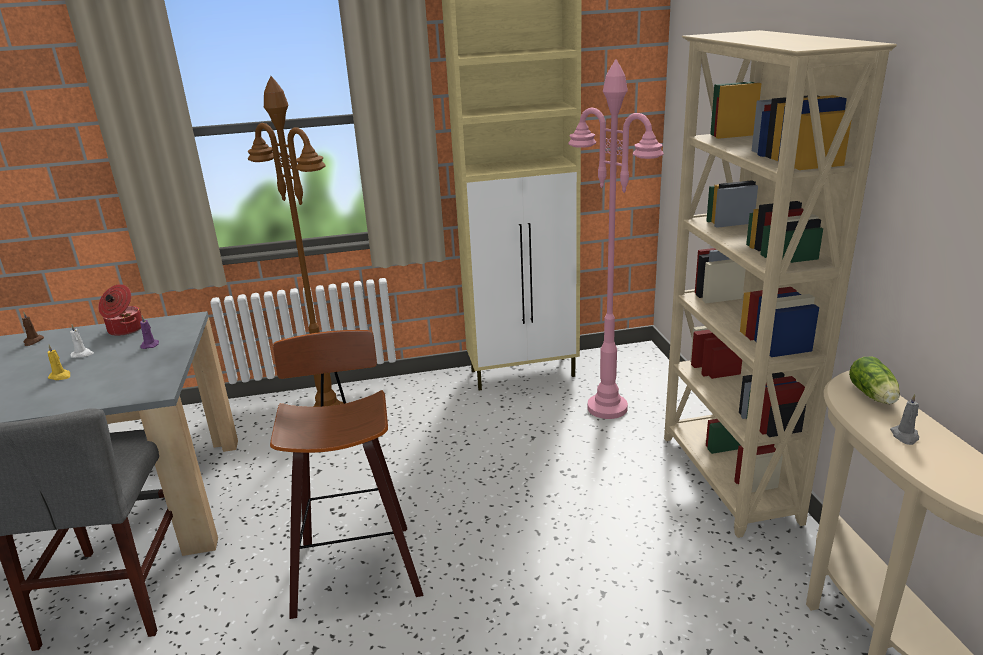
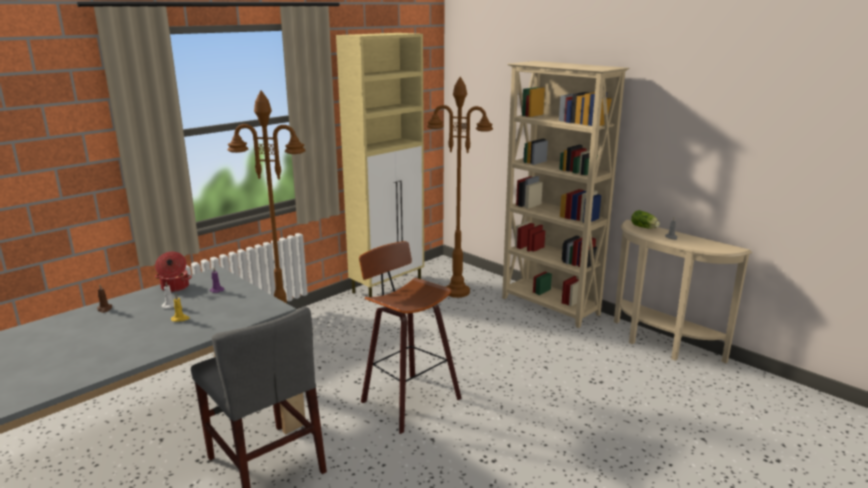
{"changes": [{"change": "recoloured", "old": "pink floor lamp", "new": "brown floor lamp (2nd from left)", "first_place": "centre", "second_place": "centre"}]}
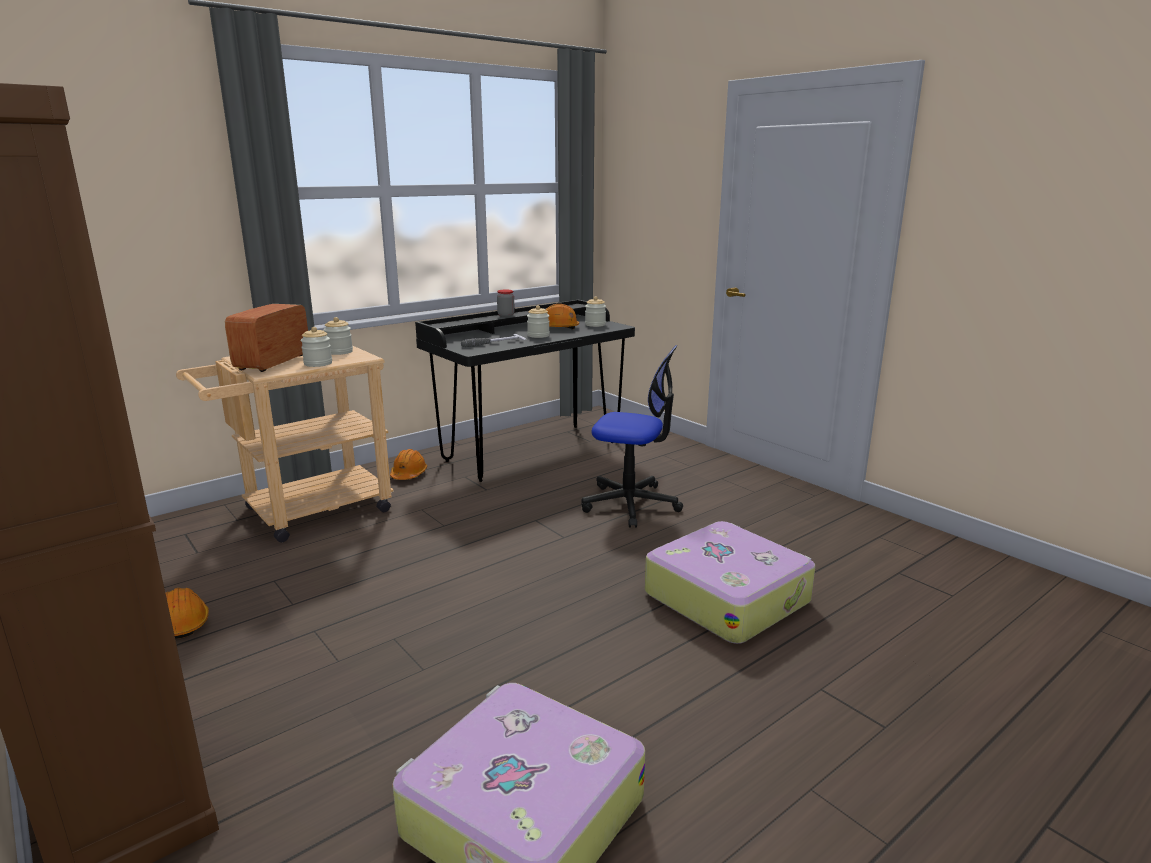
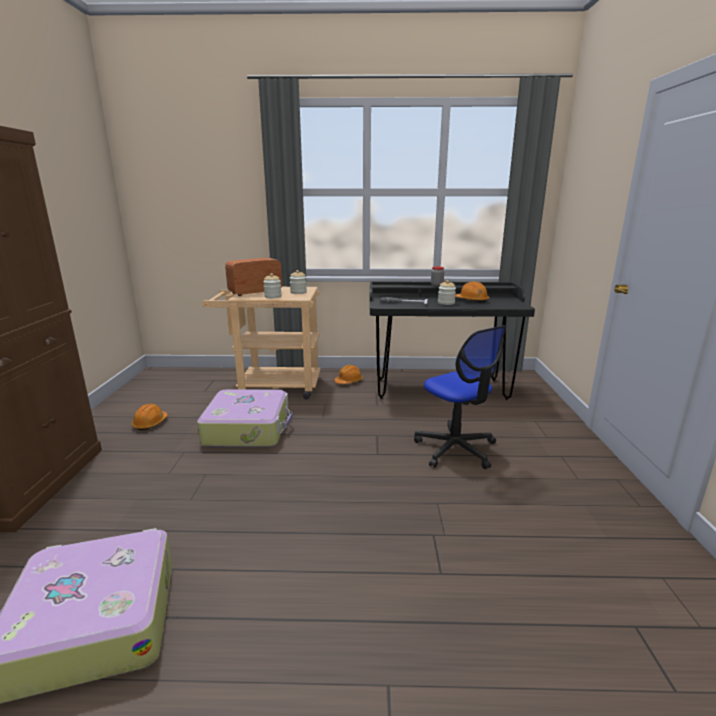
{"changes": [{"change": "removed", "old": "jar (5th from left)", "first_place": "centre"}, {"change": "moved", "old": "suitcase (2nd from left)", "first_place": "bottom centre", "second_place": "centre"}]}
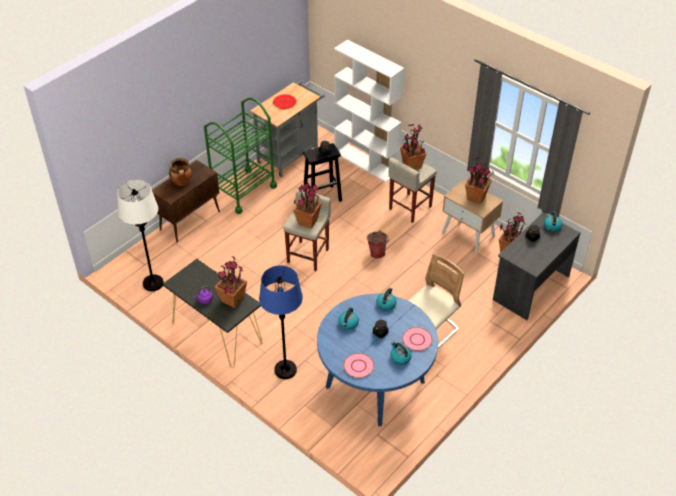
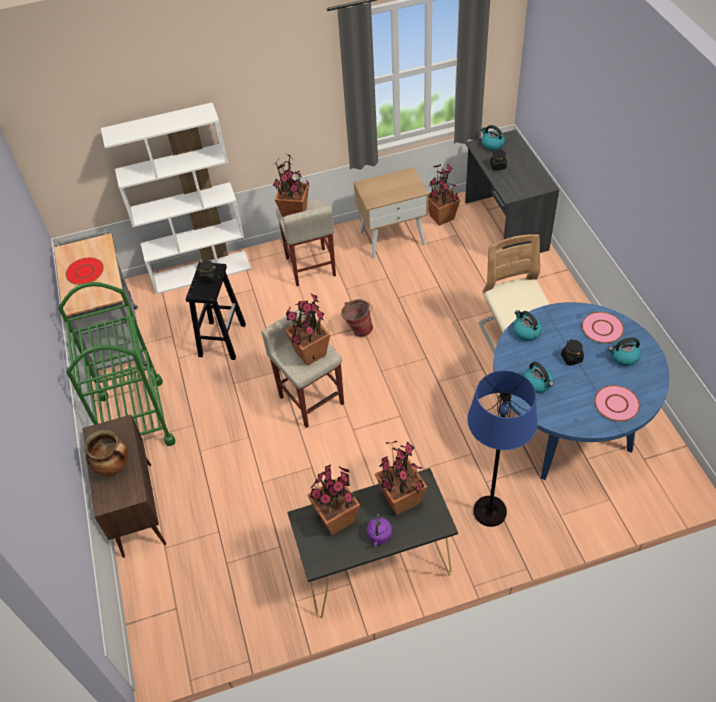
{"changes": [{"change": "moved", "old": "potted plant (4th from left in the first image)", "new": "potted plant (3rd from left)", "first_place": "middle right", "second_place": "bottom centre"}, {"change": "removed", "old": "white floor lamp", "first_place": "middle left"}]}
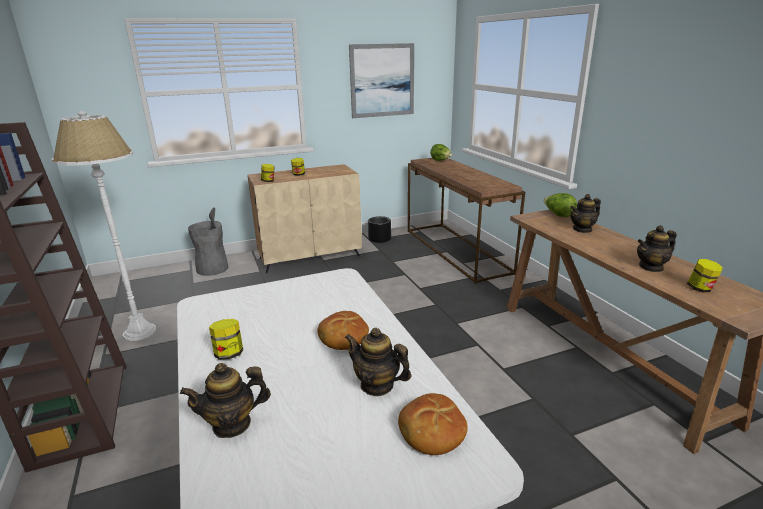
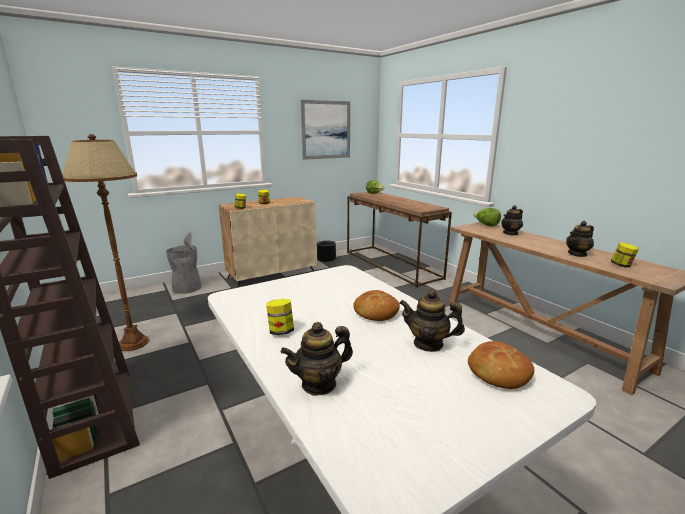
{"changes": [{"change": "recoloured", "old": "white floor lamp", "new": "brown floor lamp", "first_place": "middle left", "second_place": "middle left"}]}
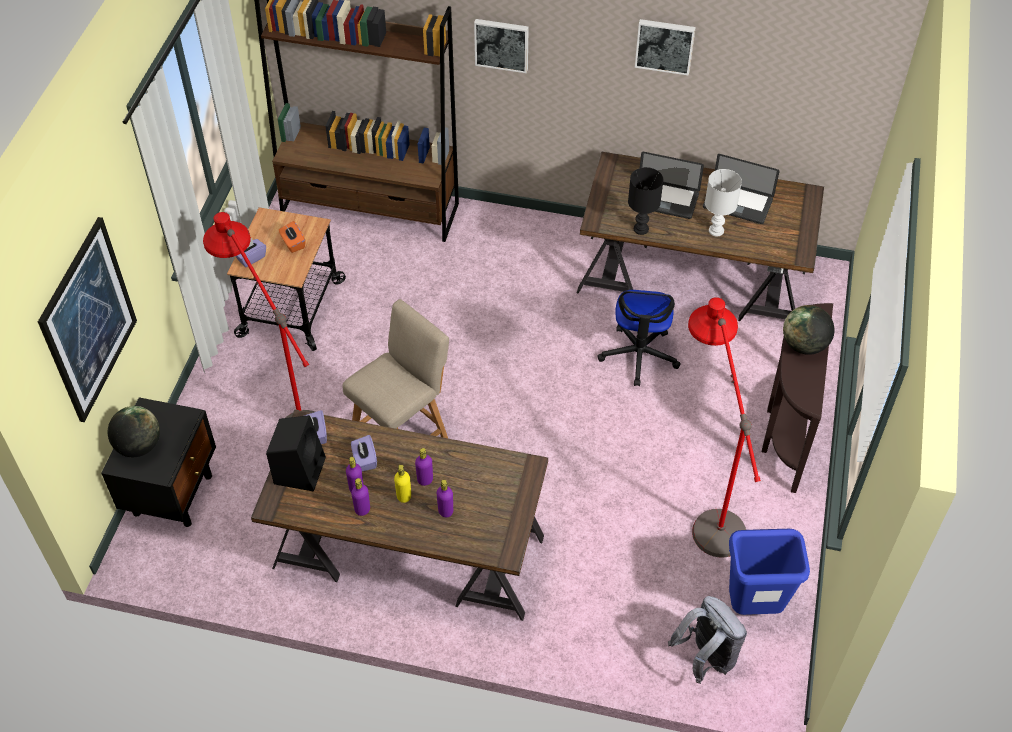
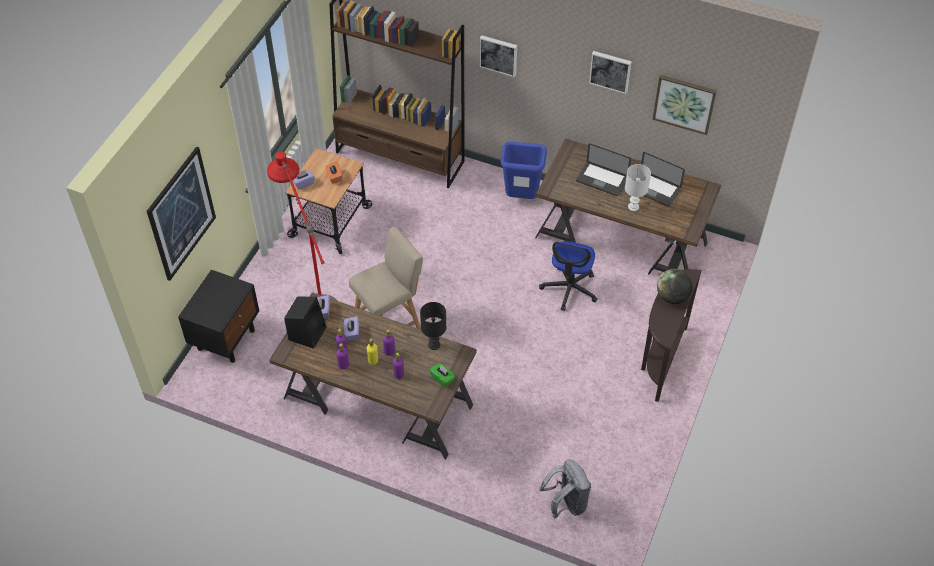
{"changes": [{"change": "moved", "old": "black table lamp", "first_place": "top centre", "second_place": "centre"}, {"change": "removed", "old": "red floor lamp (2nd from left)", "first_place": "middle right"}, {"change": "removed", "old": "globe (1st from left)", "first_place": "middle left"}, {"change": "moved", "old": "blue trash can", "first_place": "bottom right", "second_place": "top centre"}, {"change": "added", "new": "picture (4th from left)", "second_place": "top right"}, {"change": "added", "new": "green tissue box", "second_place": "centre"}]}
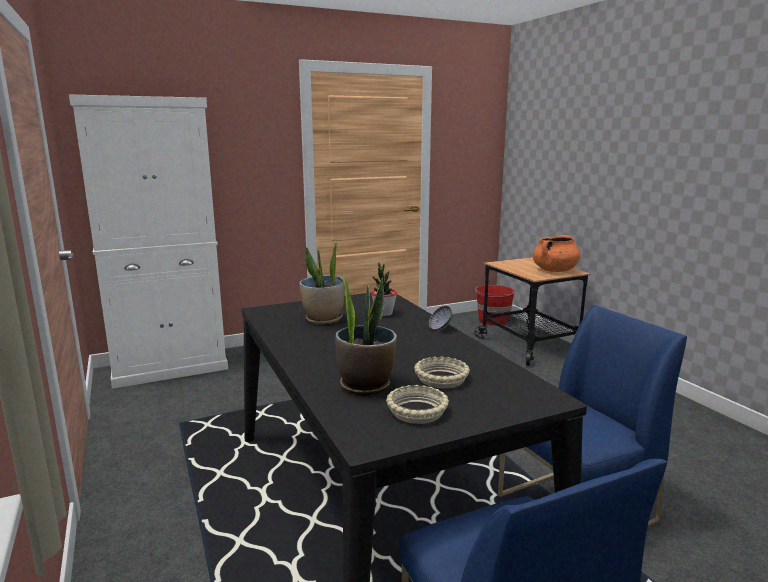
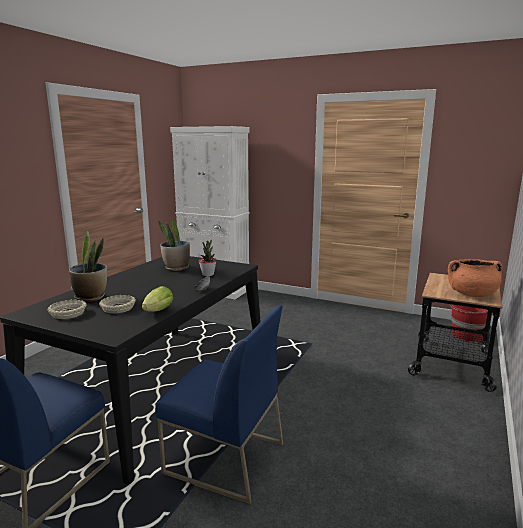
{"changes": [{"change": "added", "new": "lettuce", "second_place": "middle left"}]}
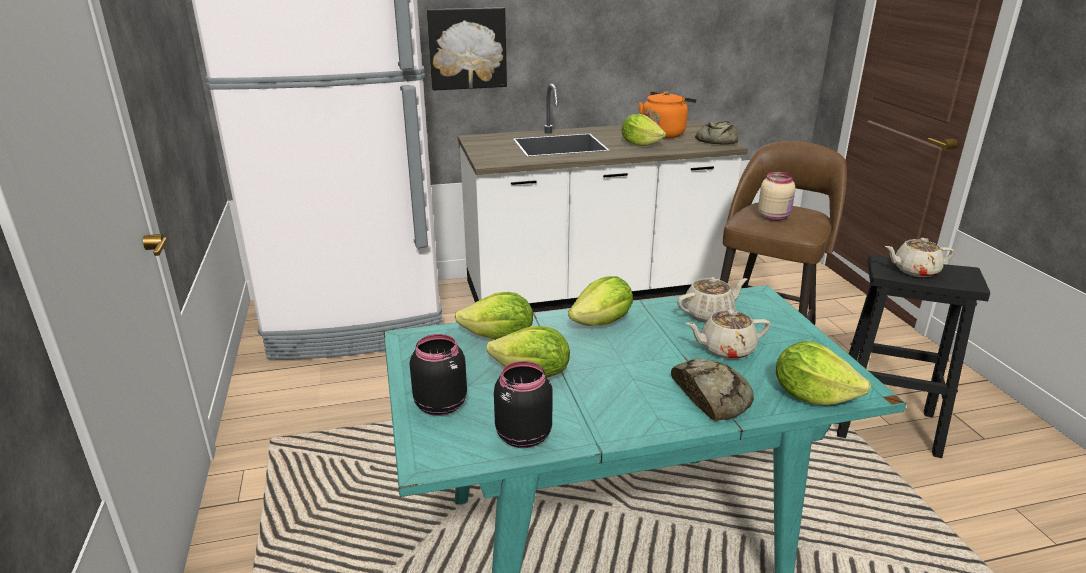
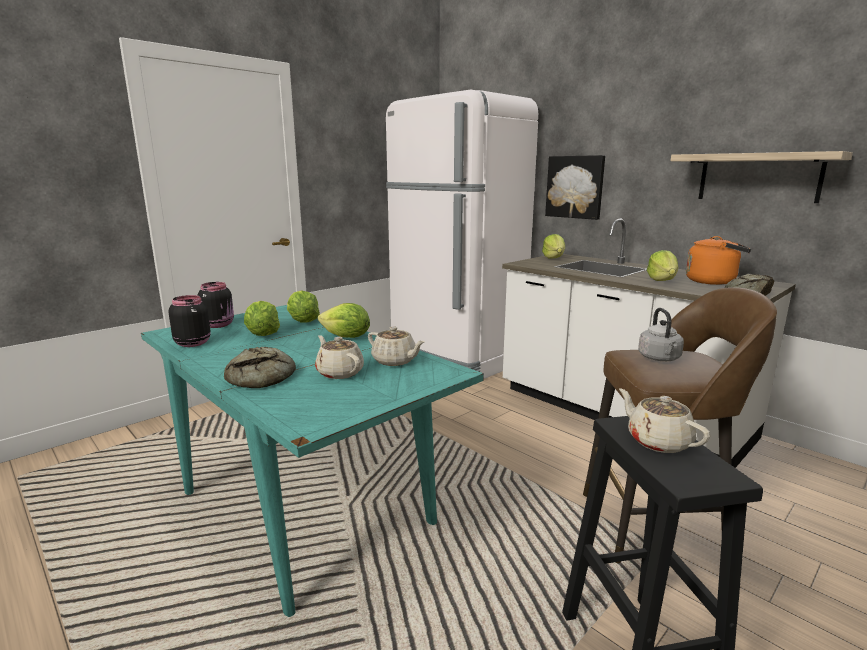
{"changes": [{"change": "replaced", "old": "beige jar", "new": "grey kettle", "first_place": "middle right", "second_place": "middle right"}, {"change": "moved", "old": "lettuce (5th from left in the first image)", "new": "lettuce (4th from left)", "first_place": "middle right", "second_place": "centre"}, {"change": "added", "new": "shelf", "second_place": "top right"}]}
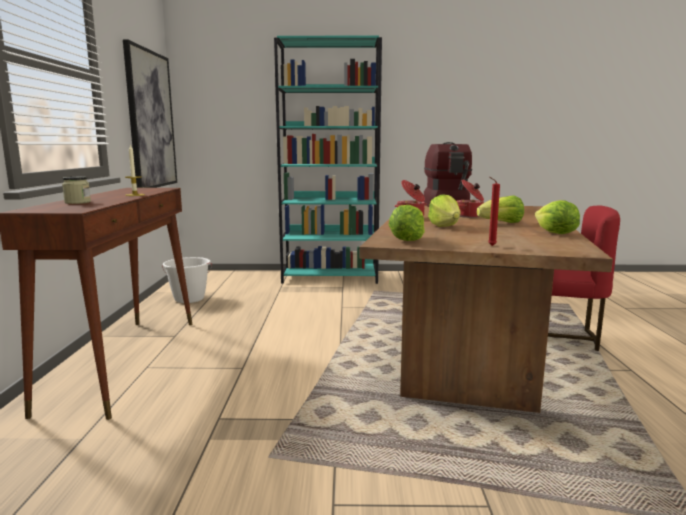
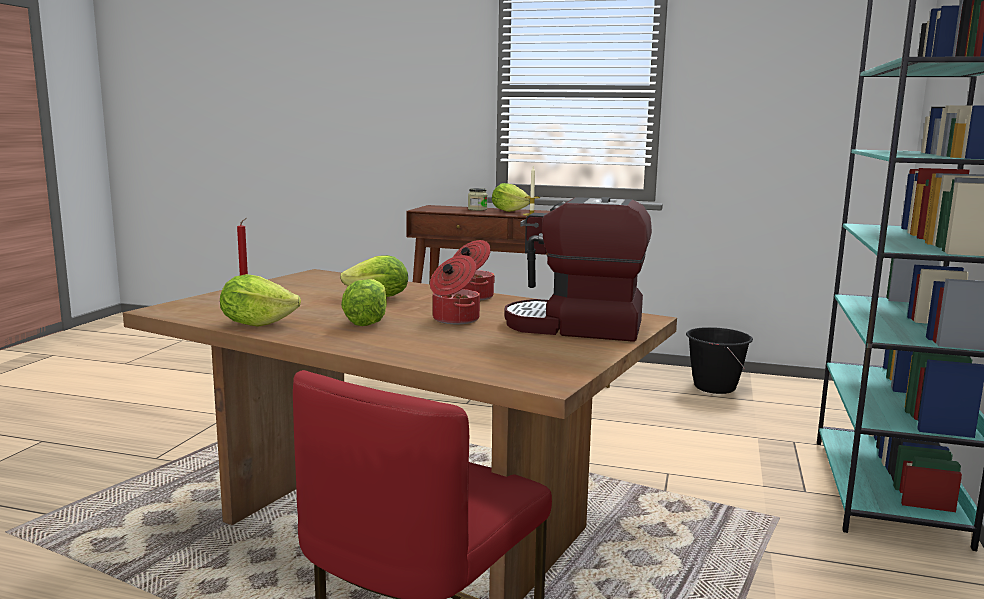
{"changes": [{"change": "removed", "old": "picture", "first_place": "top left"}, {"change": "moved", "old": "lettuce (1st from left in the first image)", "new": "lettuce (4th from left)", "first_place": "centre", "second_place": "top centre"}, {"change": "recoloured", "old": "white bucket", "new": "black bucket", "first_place": "middle left", "second_place": "middle right"}]}
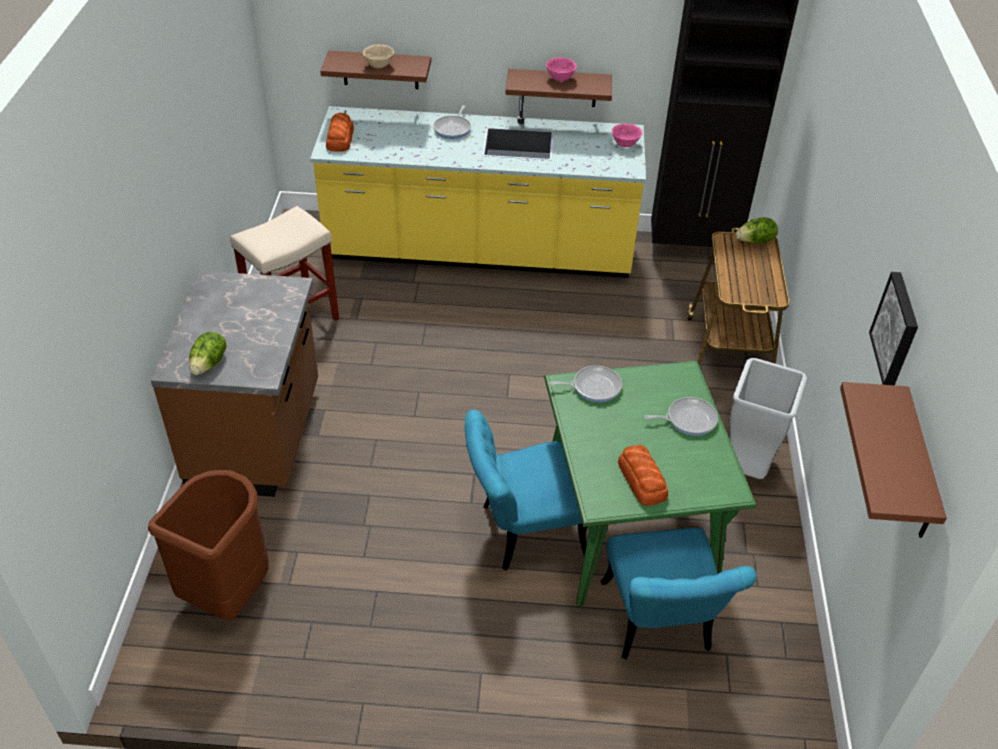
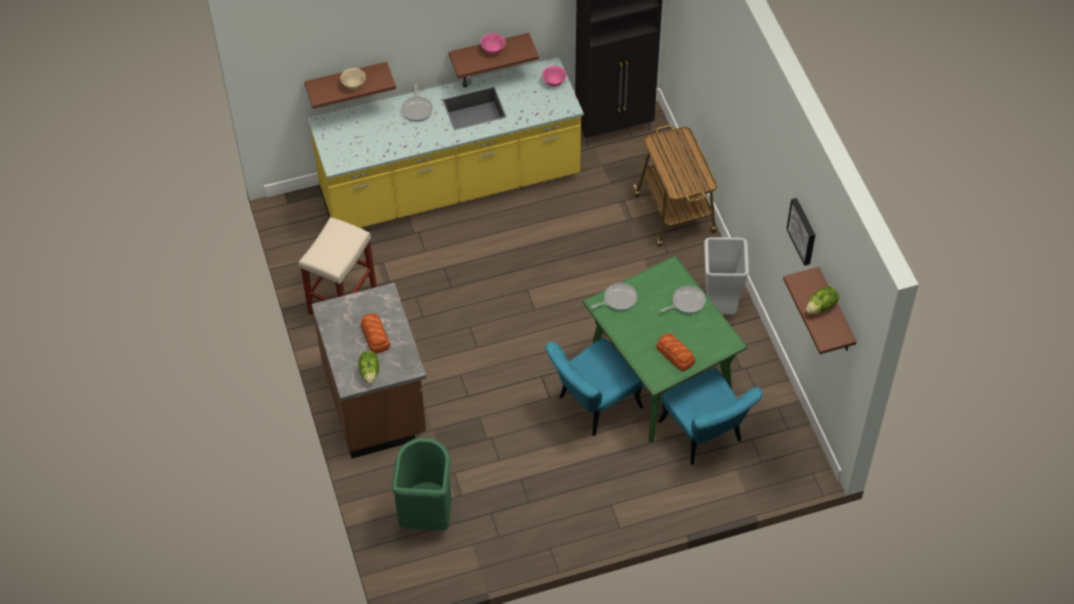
{"changes": [{"change": "moved", "old": "bread (1st from left)", "first_place": "top centre", "second_place": "centre"}, {"change": "moved", "old": "lettuce (2nd from left)", "first_place": "top right", "second_place": "middle right"}, {"change": "recoloured", "old": "brown trash can", "new": "green trash can", "first_place": "bottom left", "second_place": "bottom centre"}]}
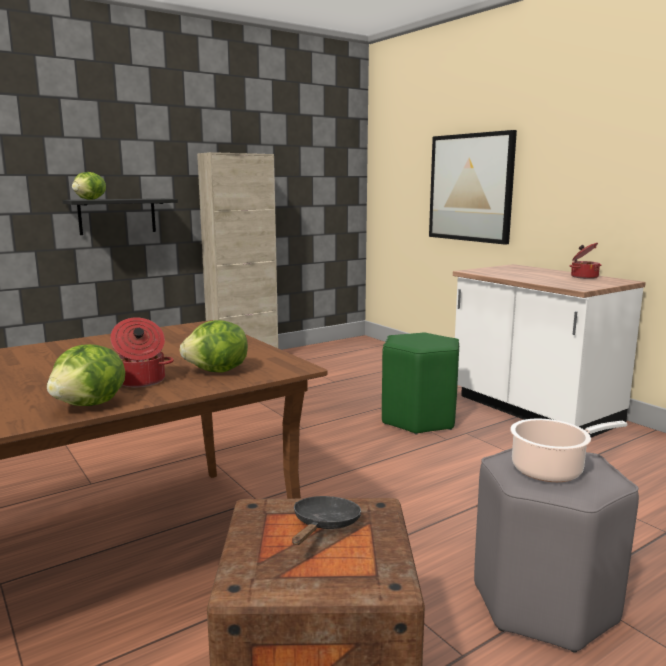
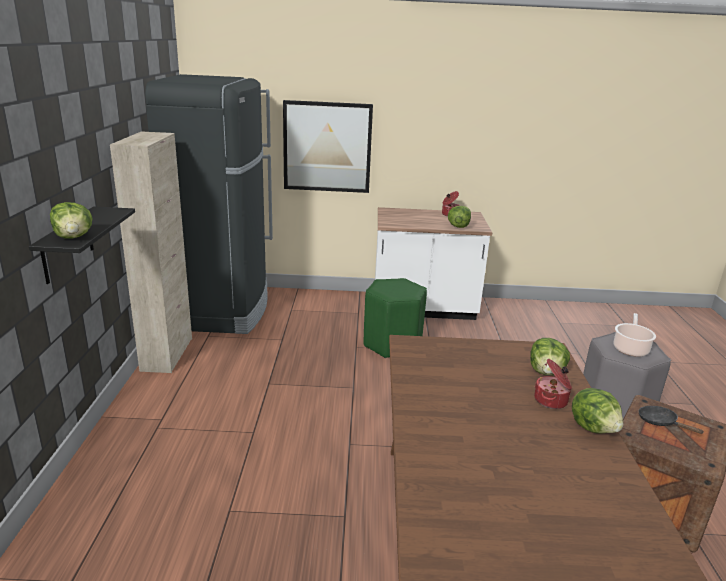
{"changes": [{"change": "added", "new": "black fridge", "second_place": "middle left"}, {"change": "added", "new": "lettuce (2nd from left)", "second_place": "centre"}]}
